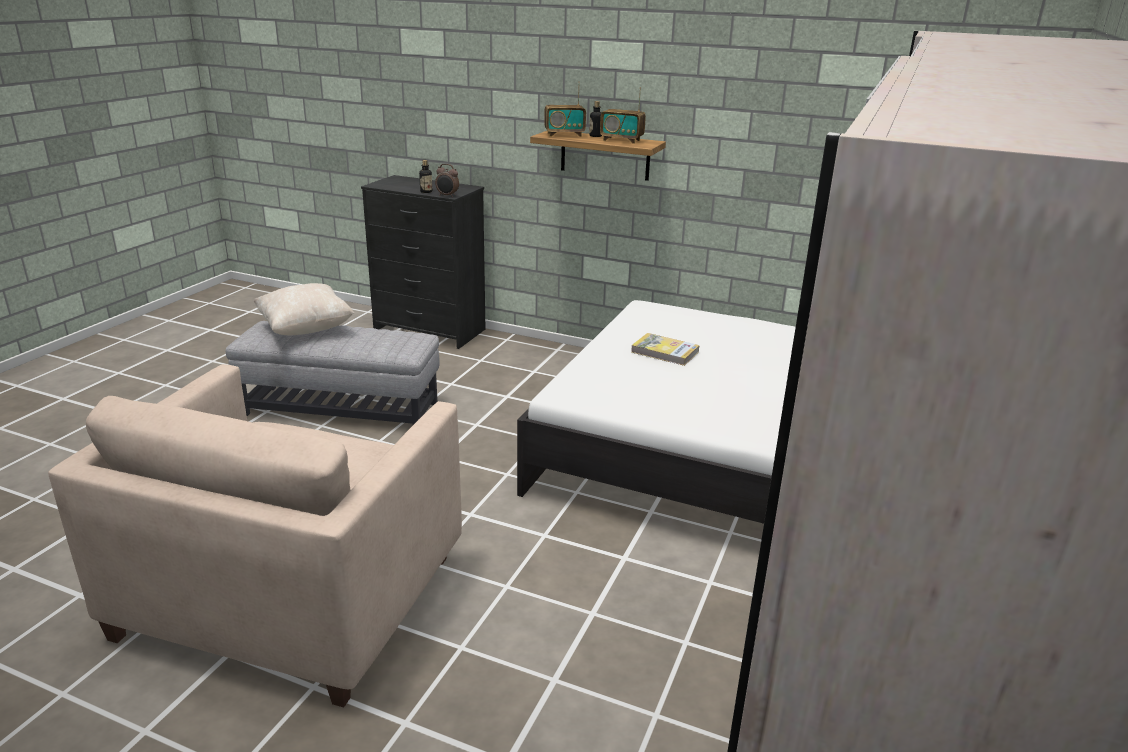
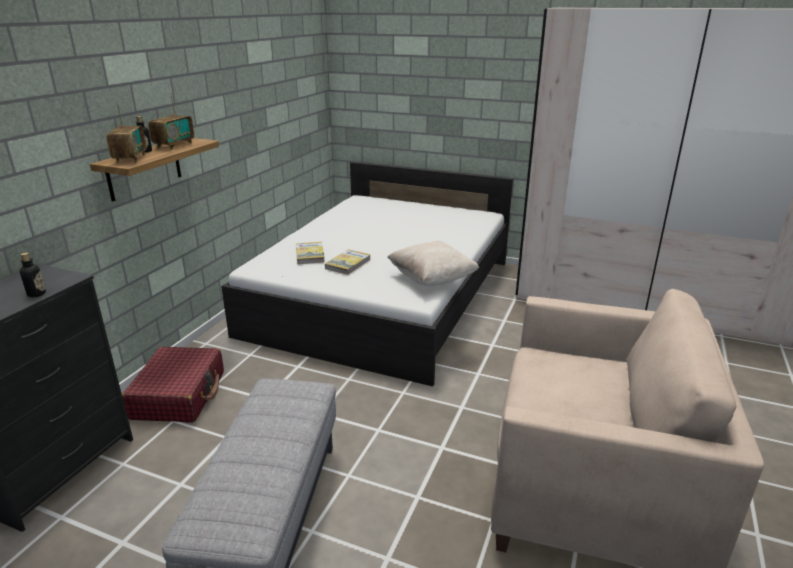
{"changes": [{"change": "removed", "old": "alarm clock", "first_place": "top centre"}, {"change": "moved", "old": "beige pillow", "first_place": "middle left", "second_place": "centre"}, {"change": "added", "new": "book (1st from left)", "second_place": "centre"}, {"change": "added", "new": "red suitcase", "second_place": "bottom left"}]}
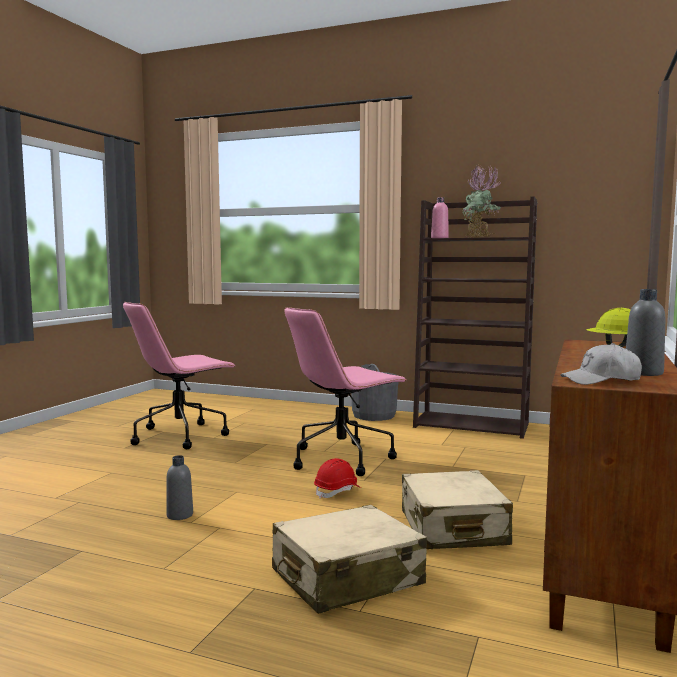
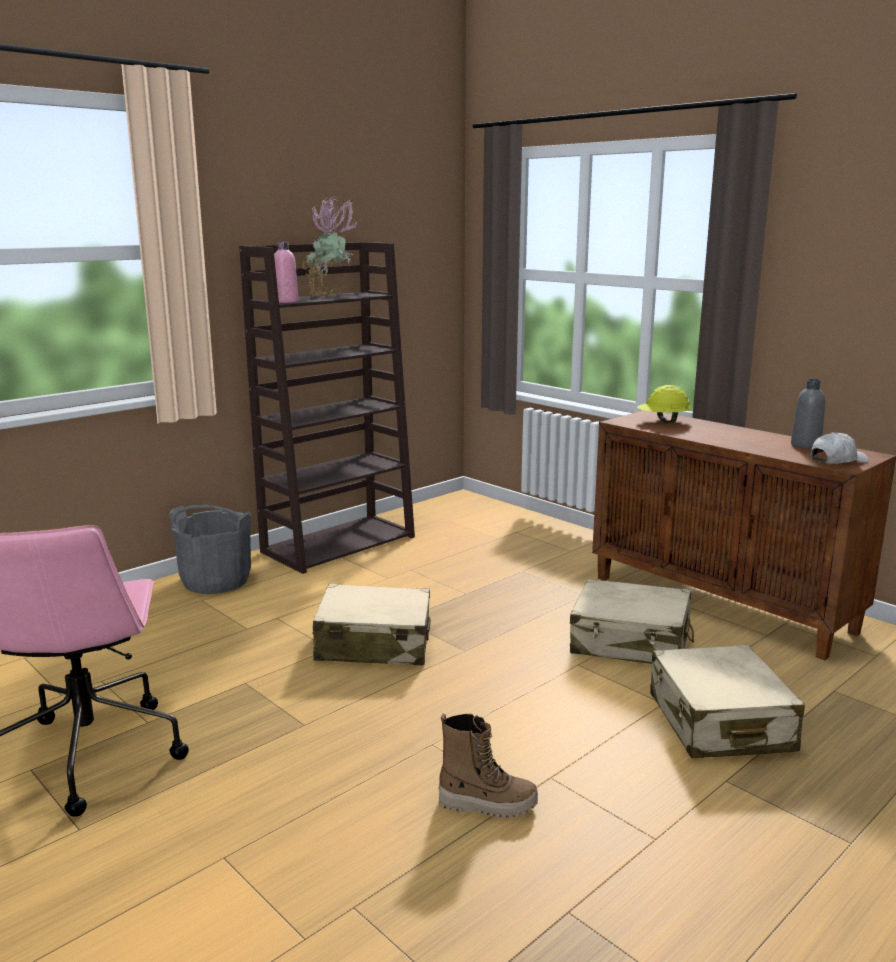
{"changes": [{"change": "replaced", "old": "pink office chair (2nd from left)", "new": "beige suitcase (1st from left)", "first_place": "centre", "second_place": "centre"}, {"change": "turned", "old": "white cap", "first_place": "middle right", "second_place": "middle right", "degrees": -135}, {"change": "replaced", "old": "grey bottle (1st from left)", "new": "boot", "first_place": "bottom left", "second_place": "bottom centre"}, {"change": "removed", "old": "red hard hat", "first_place": "bottom centre"}]}
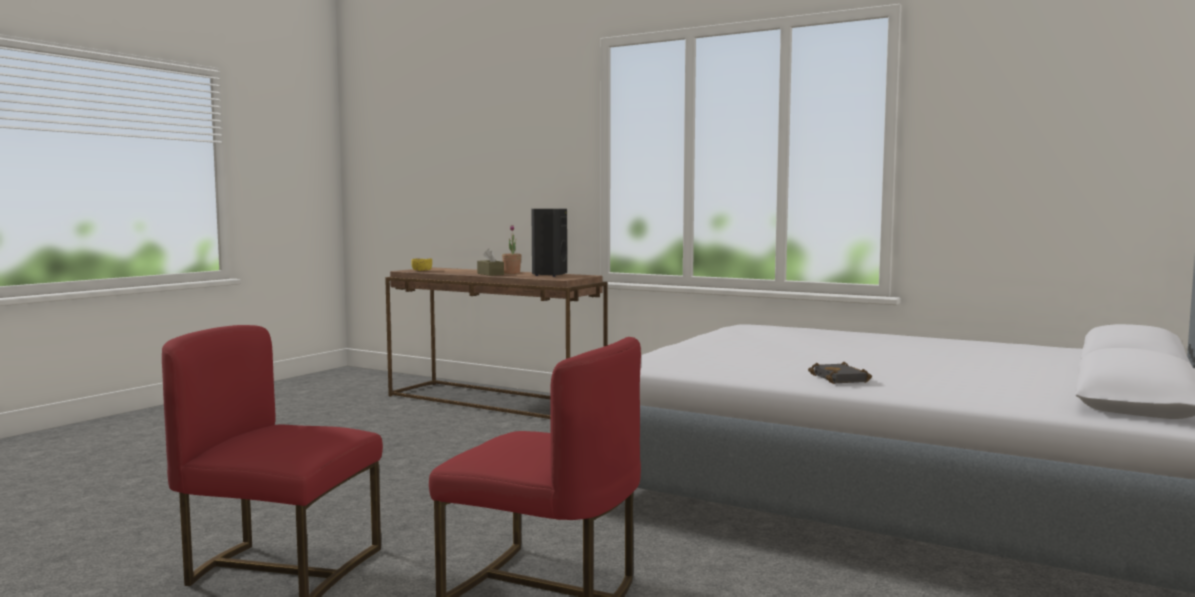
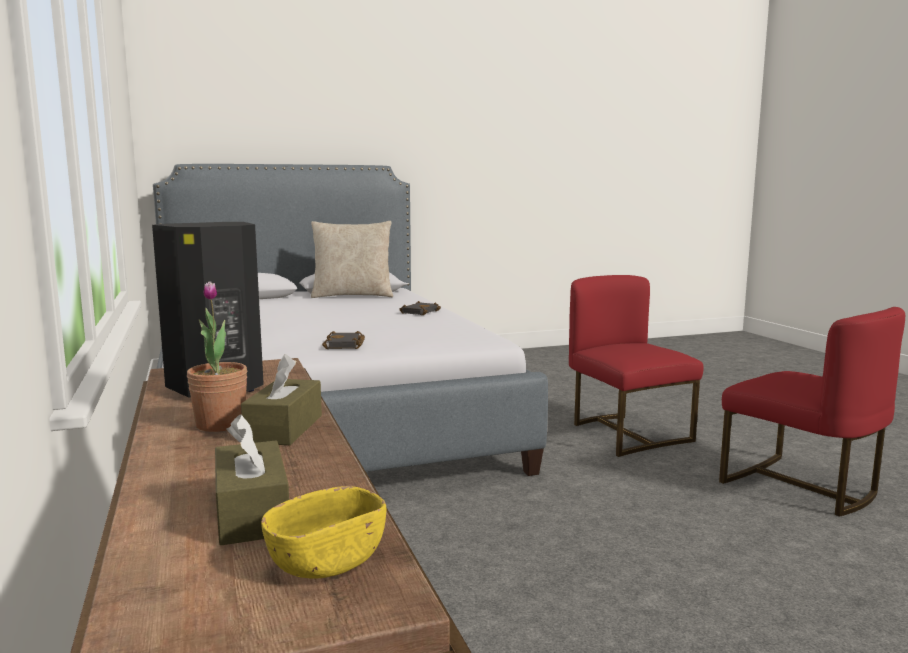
{"changes": [{"change": "added", "new": "beige pillow", "second_place": "centre"}, {"change": "added", "new": "black book (1st from left)", "second_place": "centre"}, {"change": "added", "new": "brown tissue box (1st from left)", "second_place": "bottom left"}]}
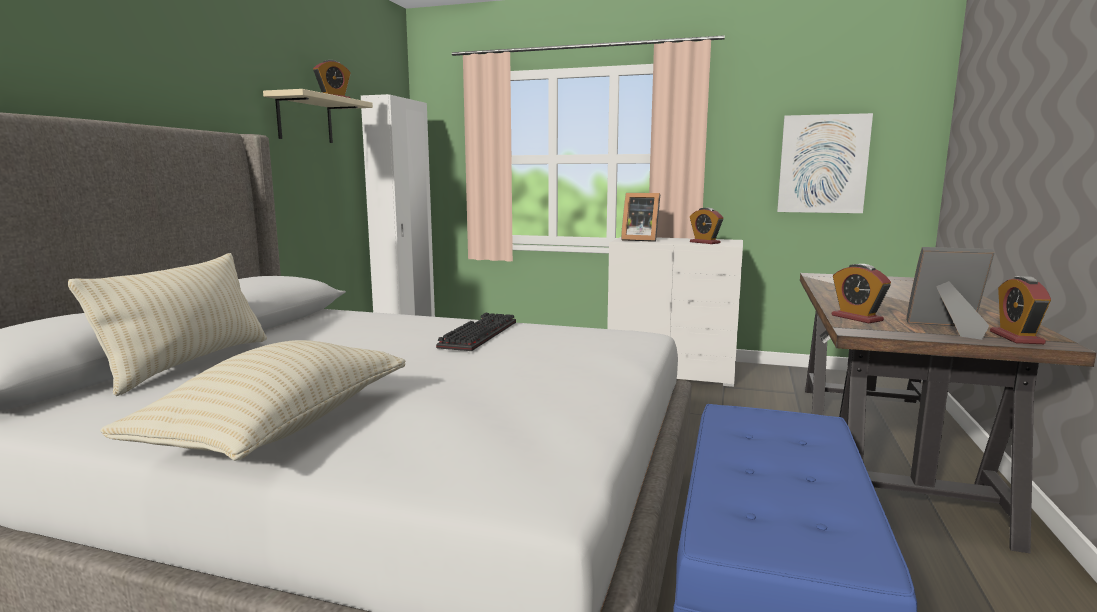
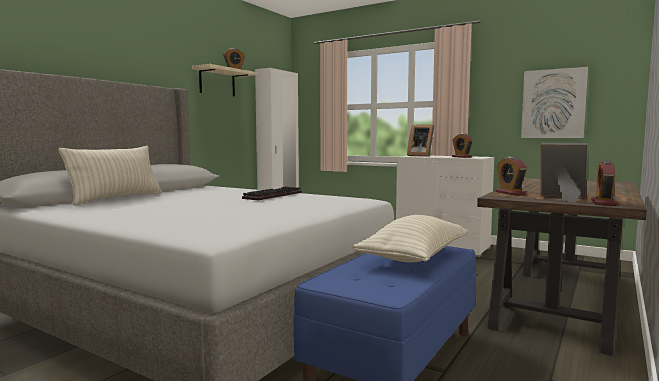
{"changes": [{"change": "moved", "old": "beige pillow (2nd from left)", "first_place": "middle left", "second_place": "centre"}]}
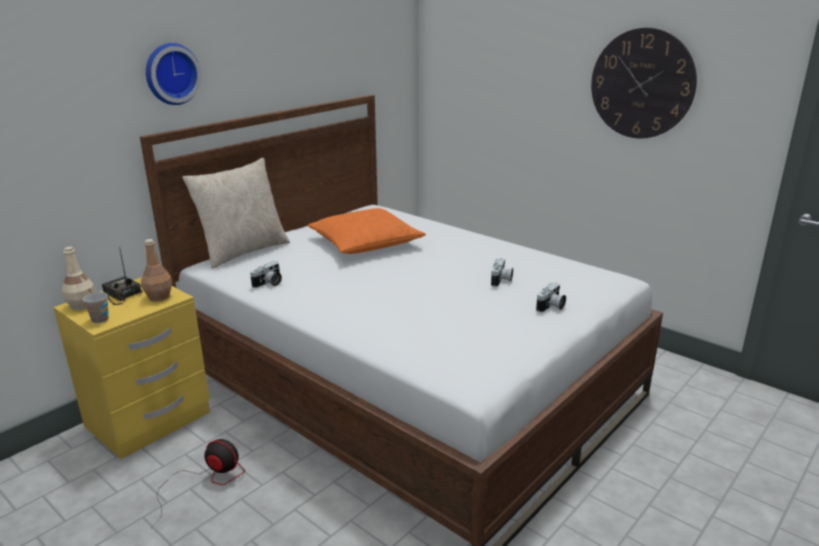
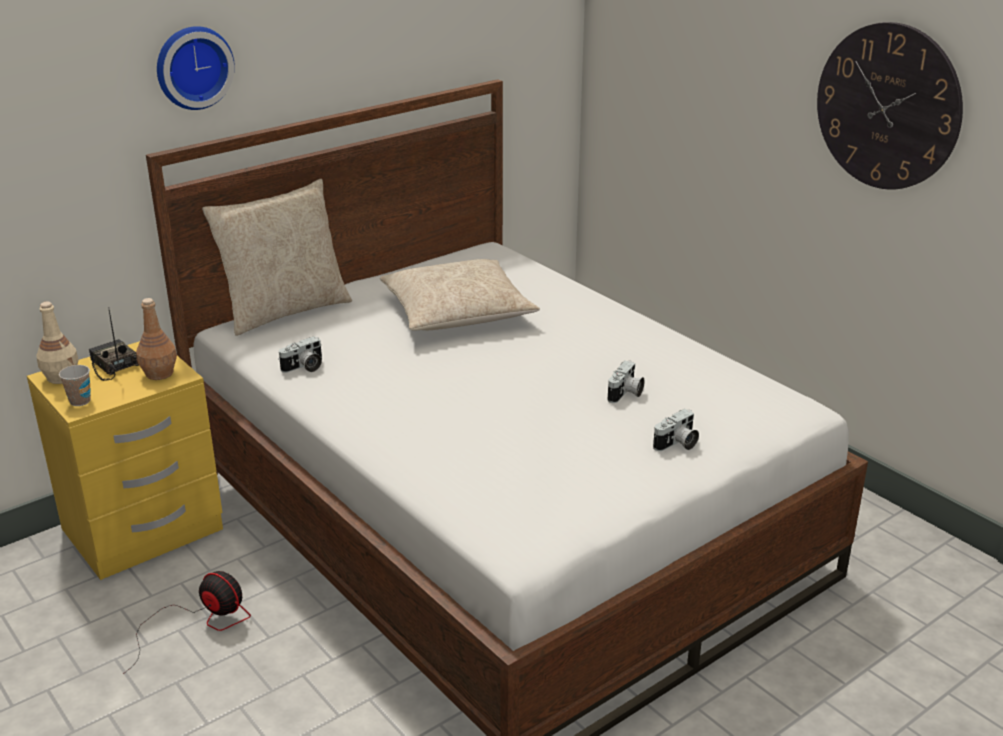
{"changes": [{"change": "recoloured", "old": "orange pillow", "new": "beige pillow (2nd from left)", "first_place": "centre", "second_place": "centre"}]}
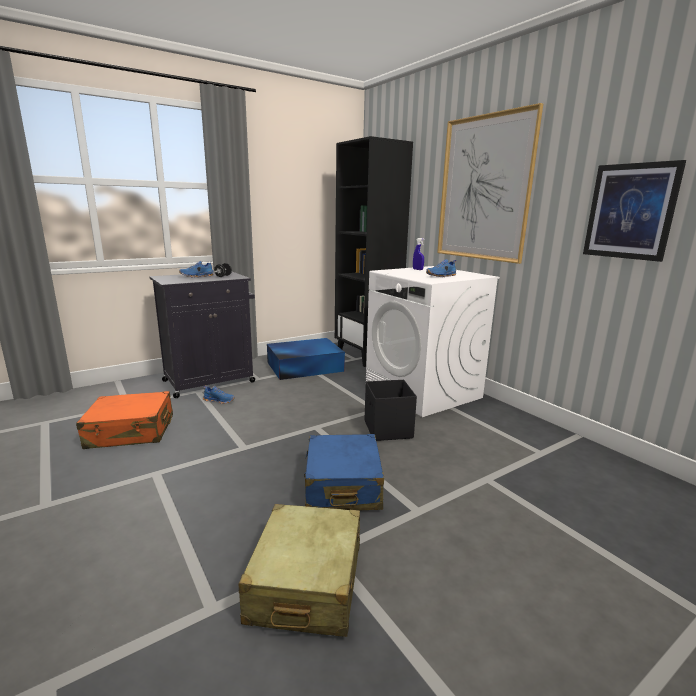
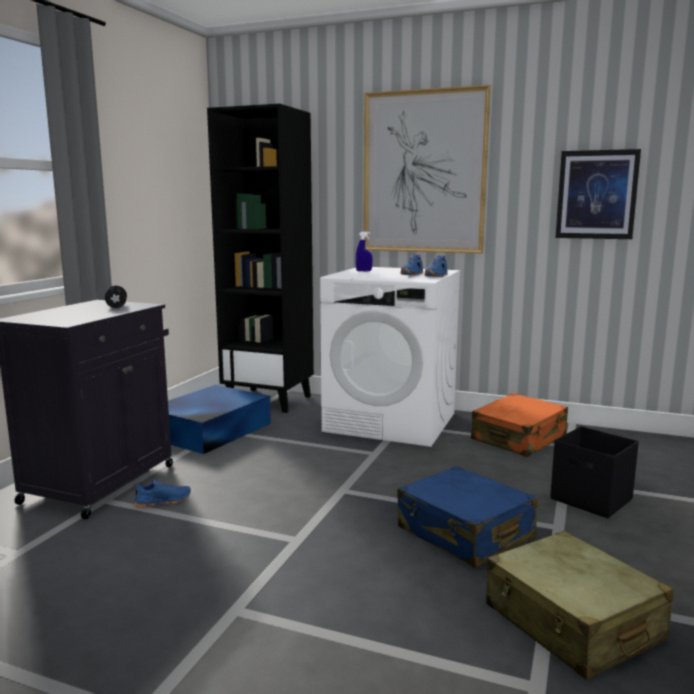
{"changes": [{"change": "moved", "old": "blue shoe (1st from left in the first image)", "new": "blue shoe (3rd from left)", "first_place": "middle left", "second_place": "centre"}, {"change": "moved", "old": "black storage box", "first_place": "centre", "second_place": "bottom right"}, {"change": "moved", "old": "orange suitcase", "first_place": "middle left", "second_place": "middle right"}]}
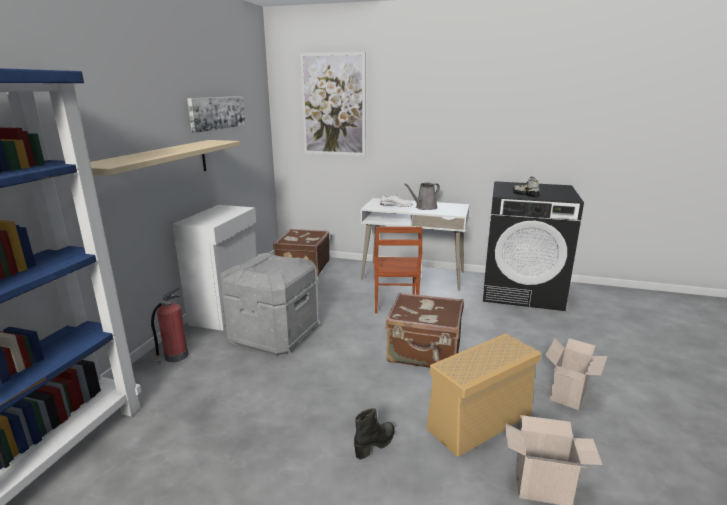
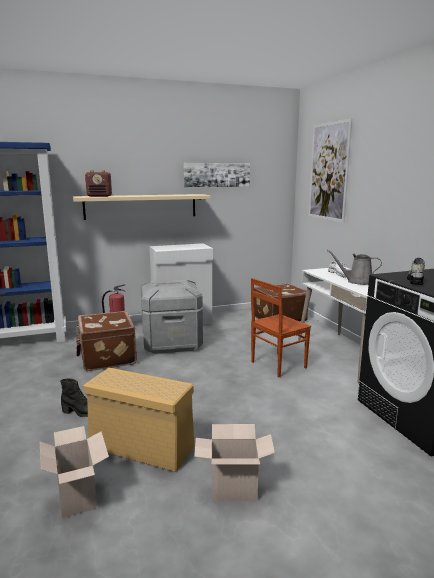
{"changes": [{"change": "moved", "old": "brown suitcase (2nd from left in the first image)", "new": "brown suitcase (1st from left)", "first_place": "centre", "second_place": "middle left"}, {"change": "added", "new": "radio", "second_place": "top left"}]}
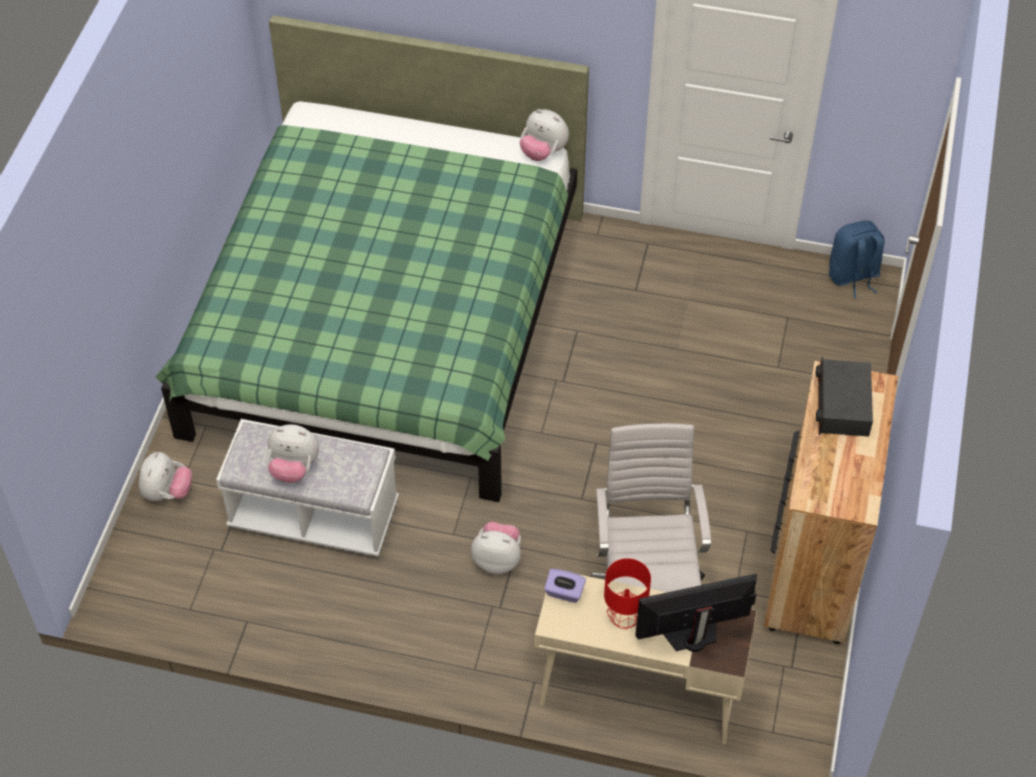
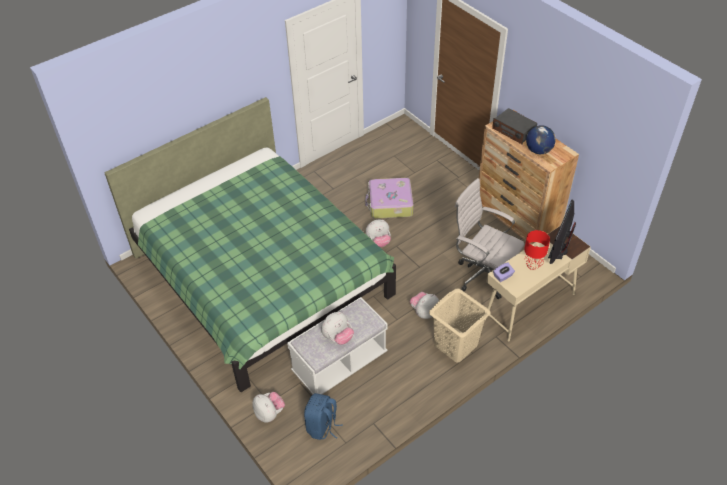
{"changes": [{"change": "moved", "old": "plush toy (4th from left in the first image)", "new": "plush toy (3rd from left)", "first_place": "top centre", "second_place": "centre"}, {"change": "moved", "old": "blue backpack", "first_place": "middle right", "second_place": "bottom centre"}, {"change": "added", "new": "globe", "second_place": "top right"}, {"change": "added", "new": "suitcase", "second_place": "centre"}, {"change": "added", "new": "beige laundry basket", "second_place": "bottom centre"}]}
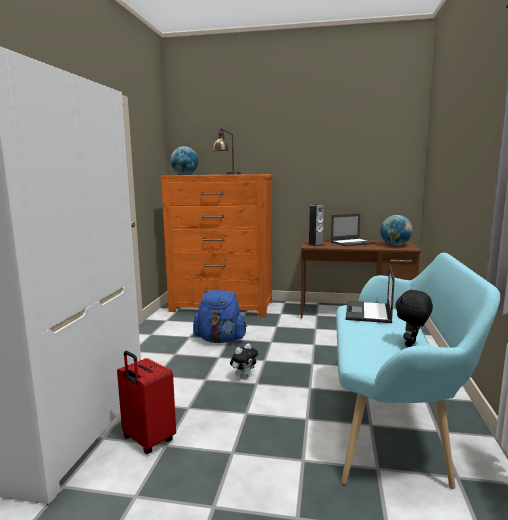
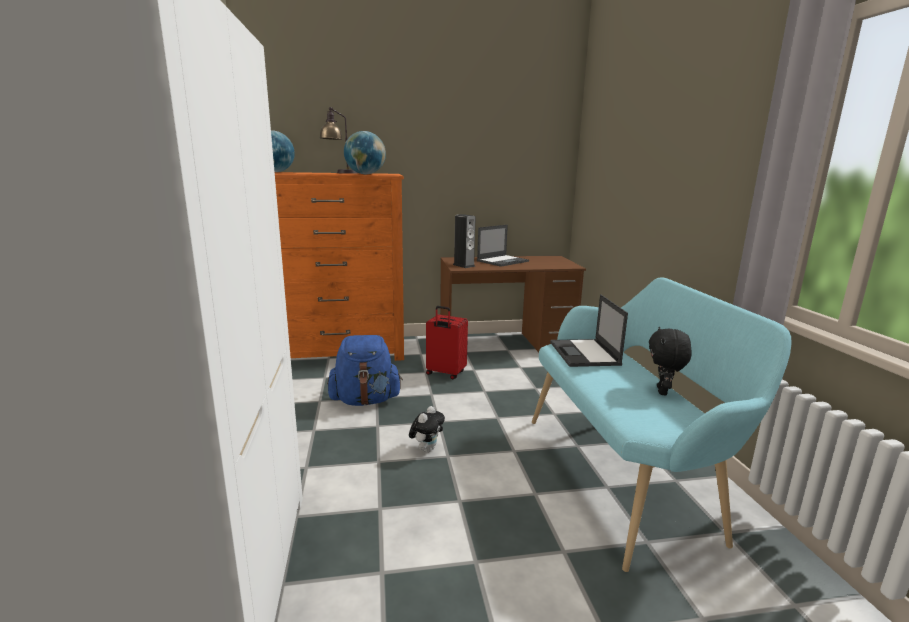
{"changes": [{"change": "moved", "old": "globe (2nd from left)", "first_place": "middle right", "second_place": "top centre"}, {"change": "moved", "old": "red suitcase", "first_place": "bottom left", "second_place": "centre"}]}
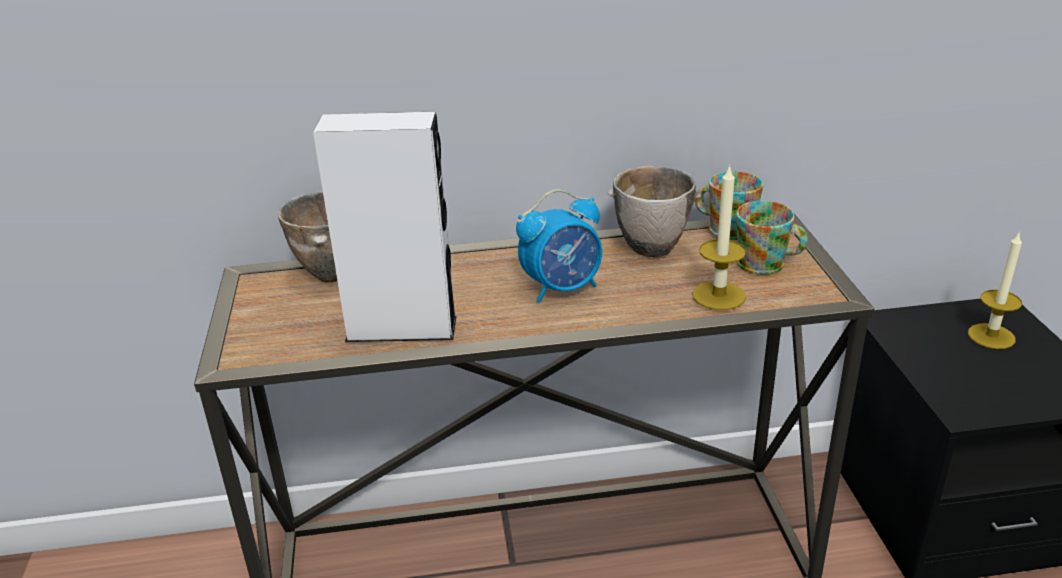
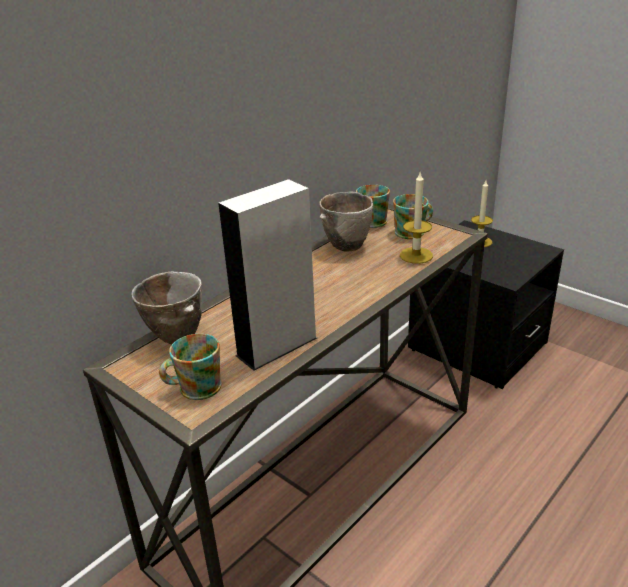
{"changes": [{"change": "removed", "old": "alarm clock", "first_place": "centre"}, {"change": "added", "new": "mug (1st from left)", "second_place": "middle left"}]}
